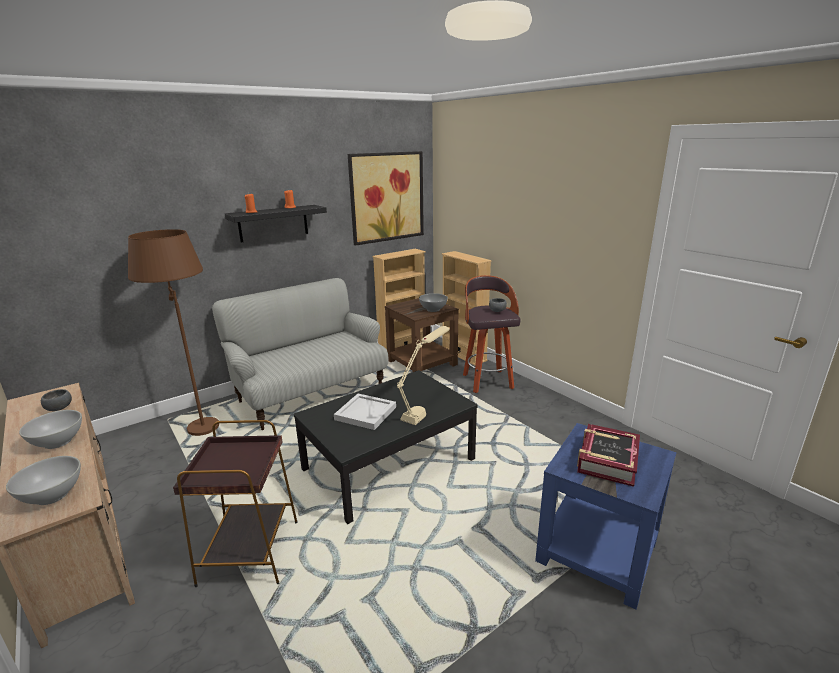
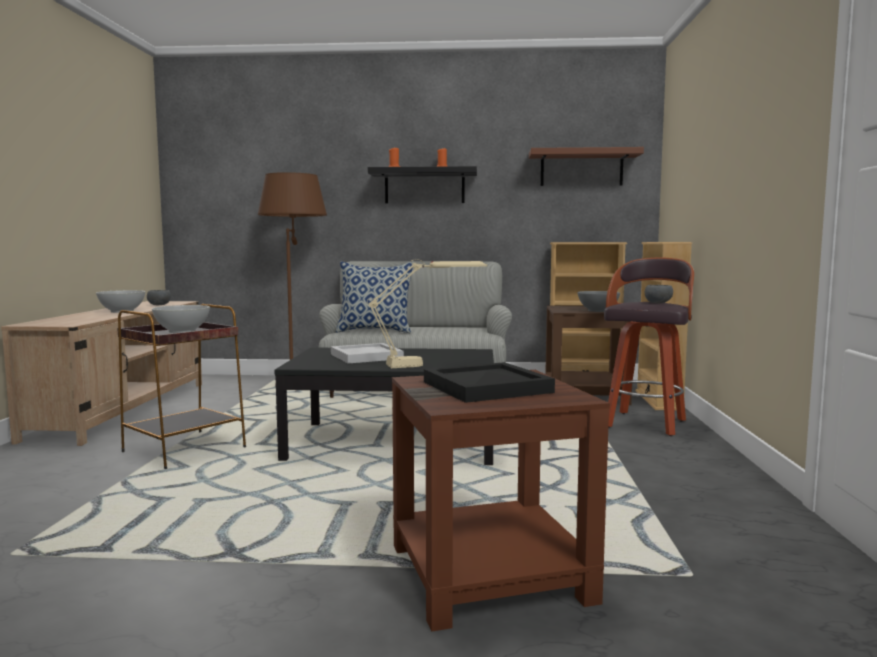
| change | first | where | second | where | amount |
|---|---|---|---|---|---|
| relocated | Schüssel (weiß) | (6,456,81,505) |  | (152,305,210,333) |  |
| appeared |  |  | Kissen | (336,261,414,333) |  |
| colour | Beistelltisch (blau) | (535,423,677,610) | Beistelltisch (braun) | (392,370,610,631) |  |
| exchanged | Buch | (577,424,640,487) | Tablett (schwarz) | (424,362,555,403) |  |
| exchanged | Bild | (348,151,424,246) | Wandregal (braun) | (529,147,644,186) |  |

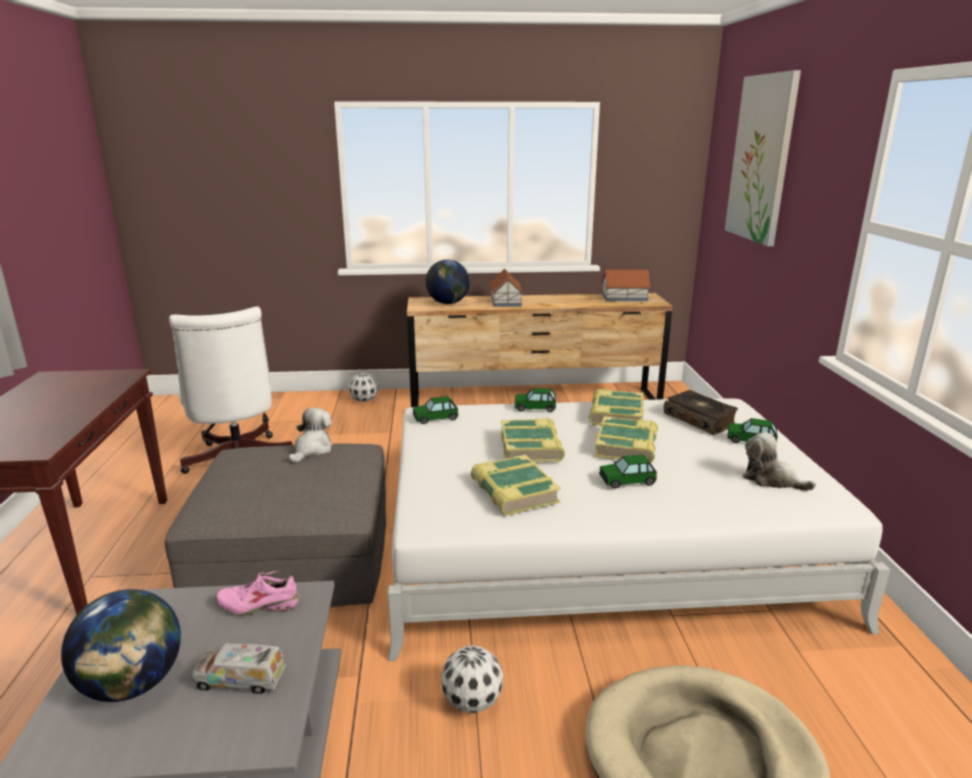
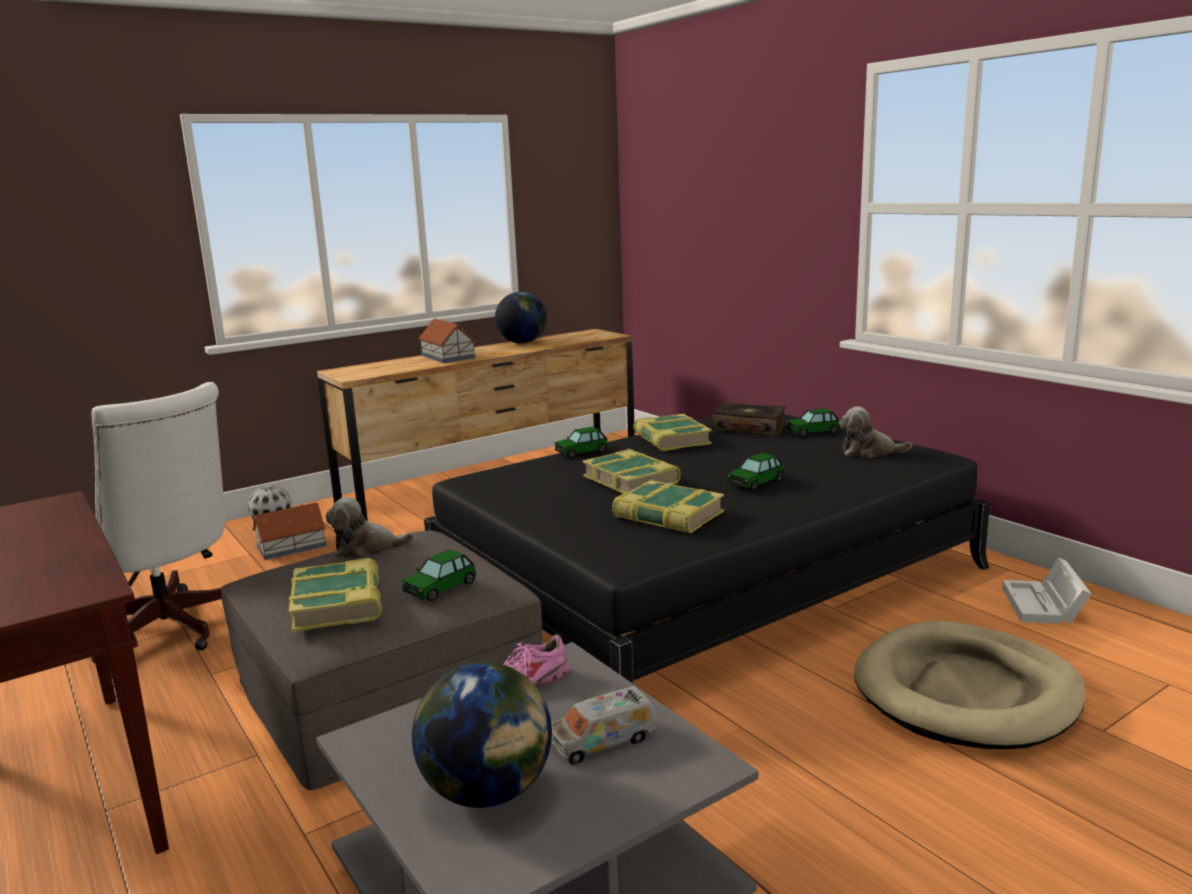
| change | first | where | second | where | amount |
|---|---|---|---|---|---|
| relocated | Spielzeughaus | (601,270,651,301) |  | (252,503,326,560) |  |
| relocated | Buch | (595,416,658,463) |  | (289,558,382,632) |  |
| spun | Plüschtier | (288,408,332,463) |  | (326,497,414,558) | 90 degrees counterclockwise |
| relocated | Spielzeugauto | (413,396,458,424) |  | (402,549,476,601) |  |
| colour | Bett (weiß) | (388,398,890,661) | Bett (schwarz) | (424,414,990,683) |  |
| relocated | Globus | (426,260,470,304) |  | (495,292,547,344) |  |
| appeared |  |  | Aufbewahrungsbox (weiß) | (1002,557,1091,624) |  |
| missing | Fußball | (441,646,503,713) |  |  |  |
| missing | Bild | (725,70,801,246) |  |  |  |

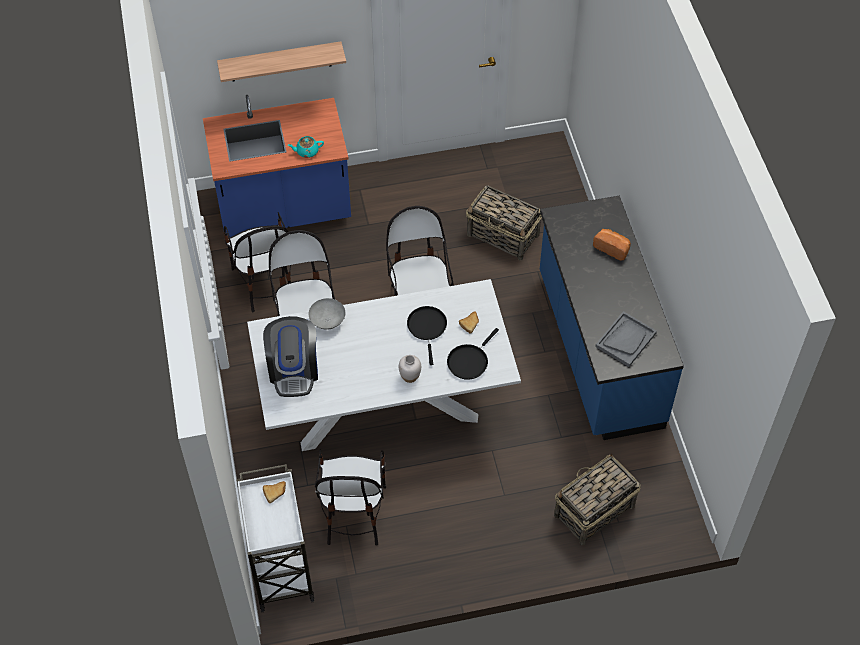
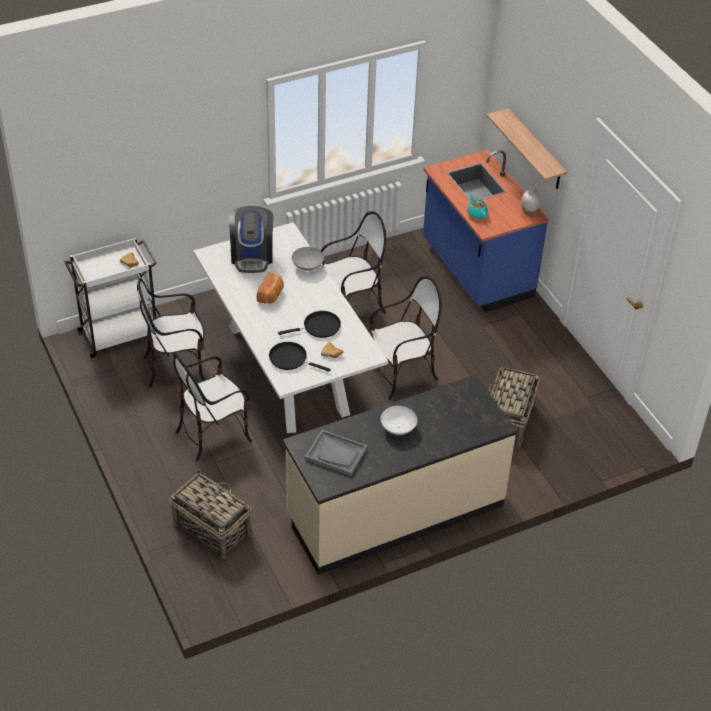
| change | first | where | second | where | amount |
|---|---|---|---|---|---|
| relocated | Stuhl | (224,212,291,313) |  | (173,352,252,461) |  |
| spun | Kaffeemaschine | (263,316,318,397) |  | (228,206,274,273) | 75 degrees counterclockwise |
| relocated | Brot | (593,229,631,261) |  | (256,273,284,304) |  |
| colour | Küchenzeile (blau) | (540,196,684,440) | Küchenzeile (beige) | (283,375,517,575) |  |
| appeared |  |  | Schüssel (weiß) | (381,406,417,435) |  |
| relocated | Vase (weiß) | (399,355,421,383) |  | (522,188,541,216) |  |

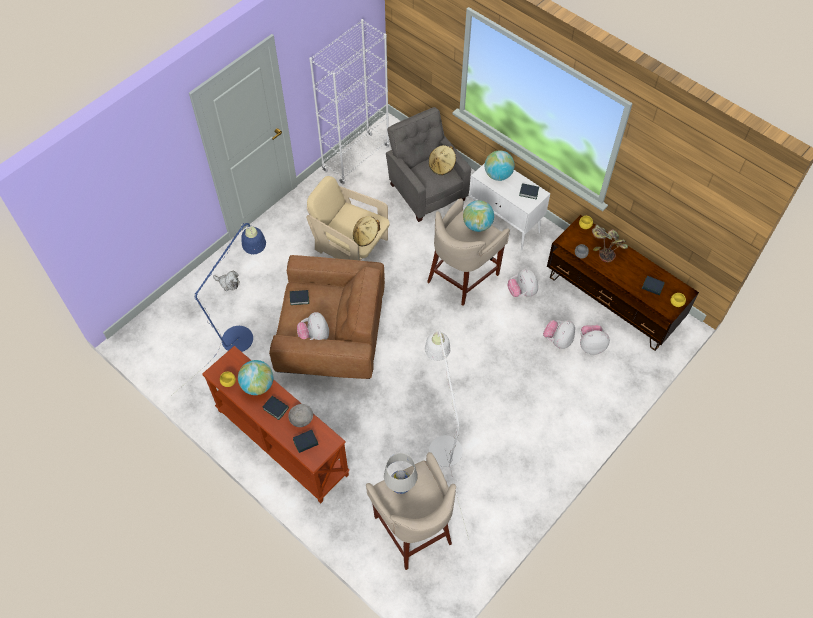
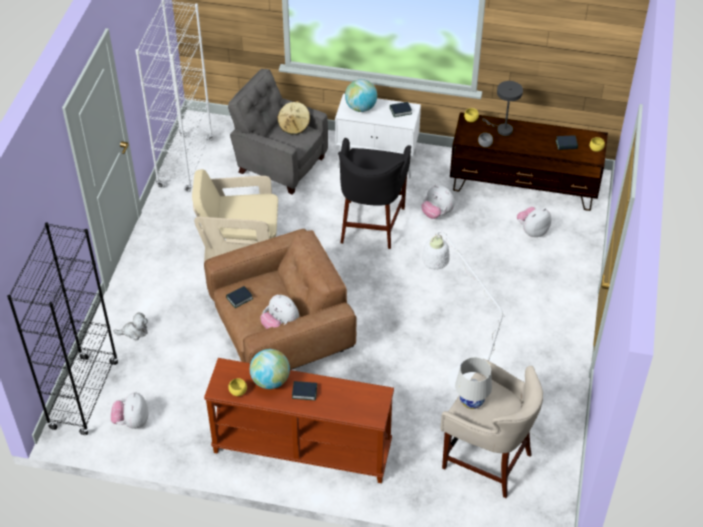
| change | first | where | second | where | amount |
|---|---|---|---|---|---|
| appeared |  |  | Bücherregal (schwarz) | (7,223,119,435) |  |
| relocated | Plüschtier | (543,320,575,349) |  | (111,393,148,429) |  |
| colour | Hocker (beige) | (427,198,510,306) | Hocker (schwarz) | (338,138,411,249) |  |
| exchanged | Topfpflanze | (592,225,628,262) | Tischlampe (grau) | (482,81,523,136) |  |
| missing | Stehlampe (blau) | (170,223,266,397) |  |  |  |
| missing | Schüssel (grau) | (288,404,313,427) |  |  |  |
| missing | Buch | (293,430,319,453) |  |  |  |
| missing | Hut (beige) | (353,216,380,246) |  |  |  |
| missing | Globus | (463,200,494,232) |  |  |  |

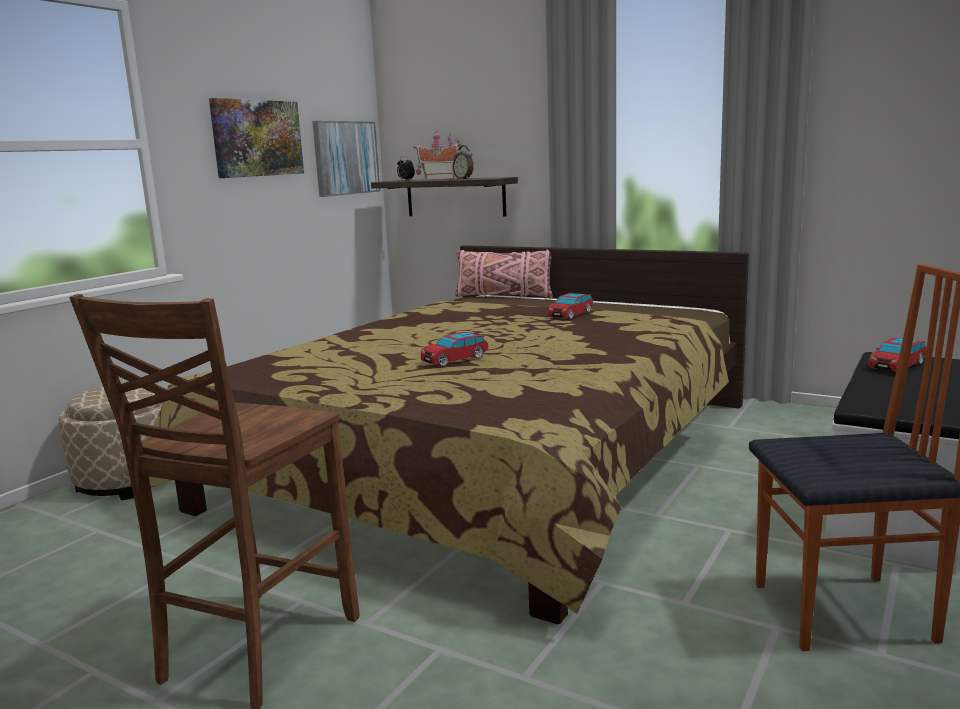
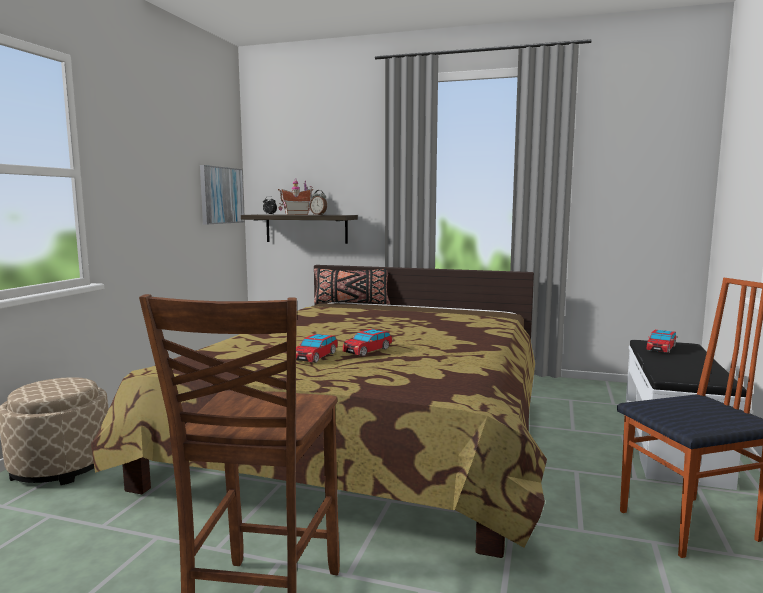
| change | first | where | second | where | amount |
|---|---|---|---|---|---|
| relocated | Spielzeugauto | (548,293,593,319) |  | (296,334,338,363) |  |
| colour | Kissen (rosa) | (455,250,553,298) | Kissen (schwarz) | (314,268,390,305) |  |
| missing | Bild | (209,98,304,178) |  |  |  |

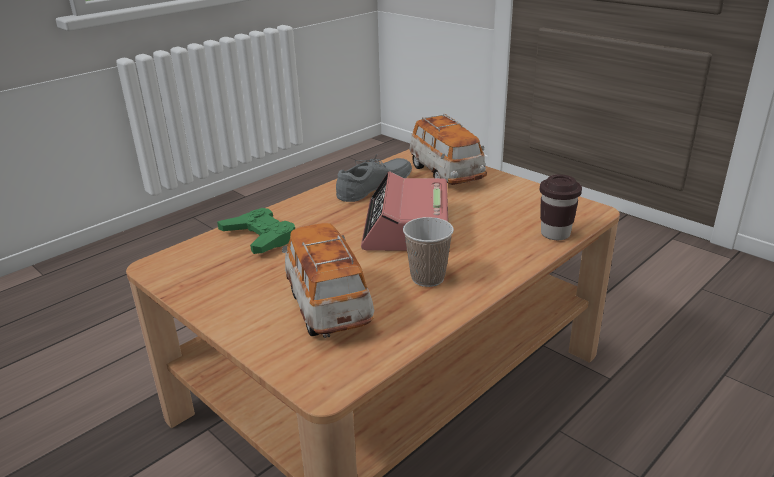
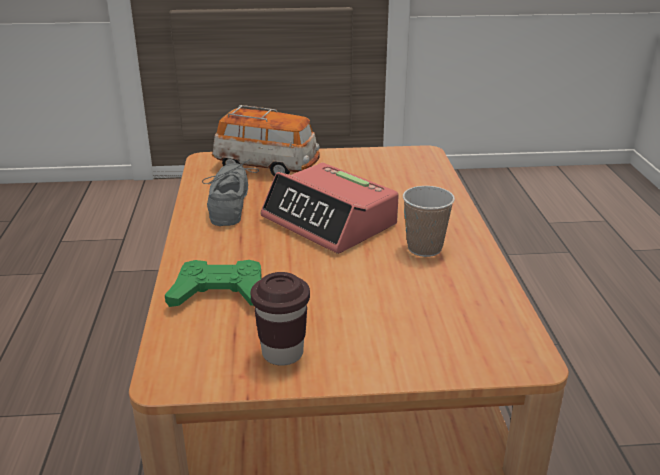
| change | first | where | second | where | amount |
|---|---|---|---|---|---|
| relocated | Tasse (braun) | (540,174,582,240) |  | (251,272,310,366) |  |
| missing | Spielzeugauto | (282,223,374,338) |  |  |  |

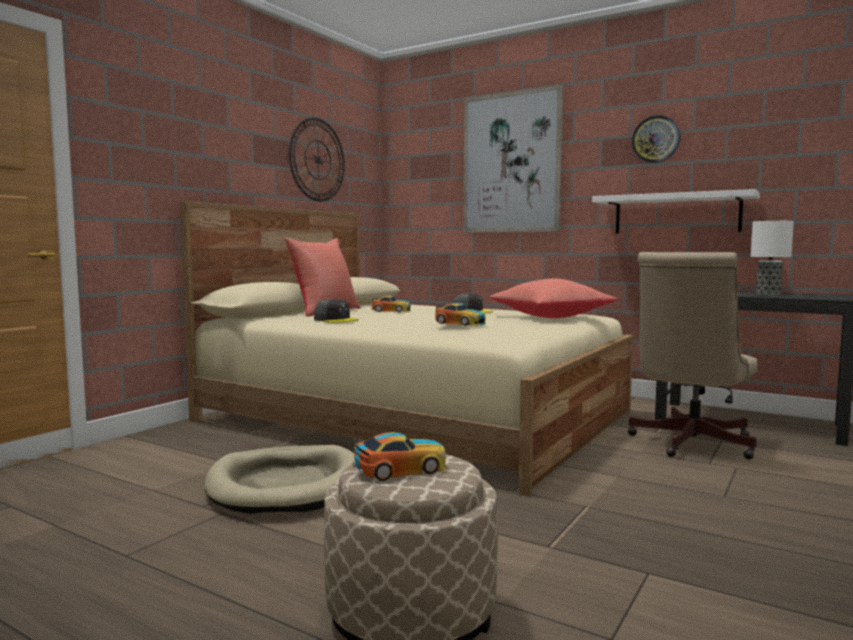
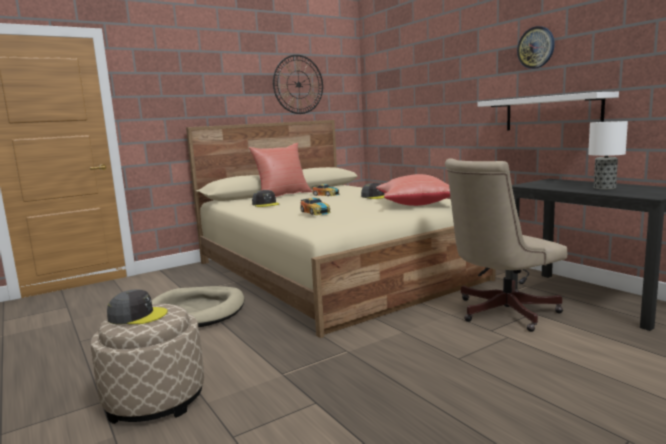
| change | first | where | second | where | amount |
|---|---|---|---|---|---|
| exchanged | Spielzeugauto | (353,432,446,481) | Kappe (grau) | (107,289,168,324) |  |
| missing | Bild | (463,84,563,233) |  |  |  |

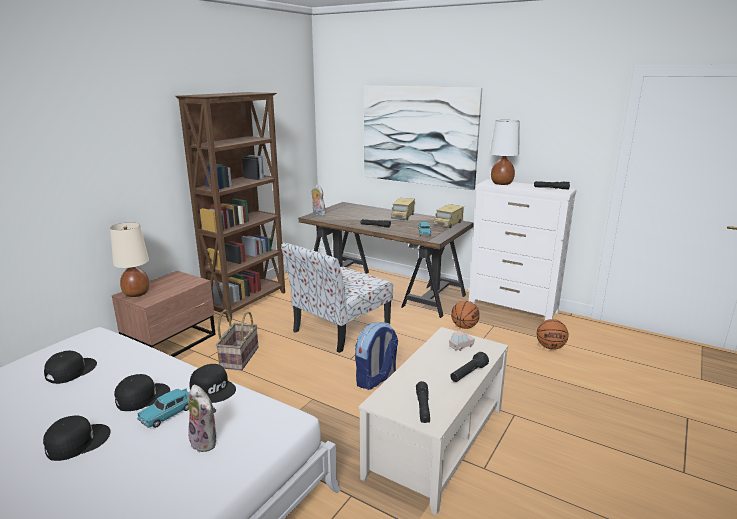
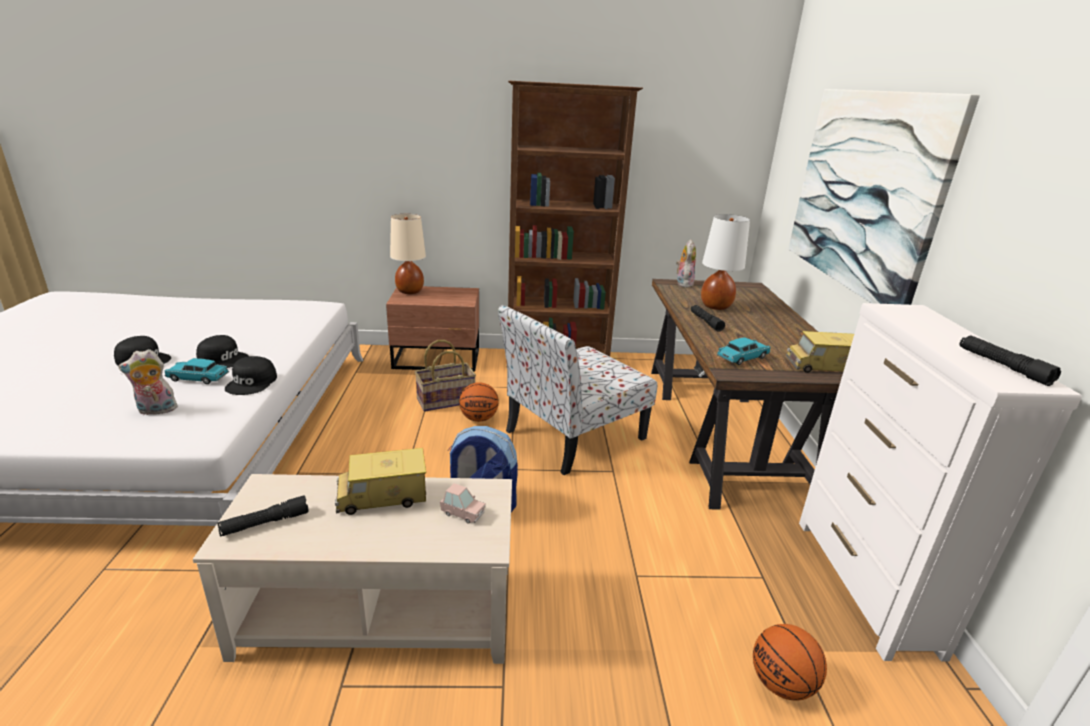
| change | first | where | second | where | amount |
|---|---|---|---|---|---|
| spun | Plüschtier | (188,385,216,453) |  | (118,349,179,415) | 60 degrees clockwise |
| relocated | Spielzeuglaster | (391,198,415,220) |  | (335,448,426,515) |  |
| relocated | Basketball | (451,301,480,329) |  | (459,382,499,422) |  |
| spun | Stuhl | (281,242,393,353) |  | (498,305,658,475) | 45 degrees counterclockwise |
| relocated | Tischlampe (weiß) | (490,120,520,185) |  | (701,214,750,310) |  |
| missing | Kappe (schwarz) | (44,351,97,384) |  |  |  |
| missing | Taschenlampe (schwarz) | (450,352,489,382) |  |  |  |

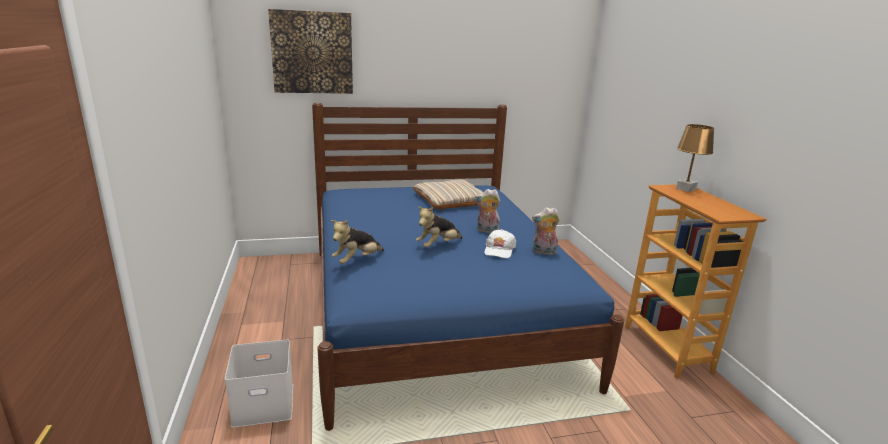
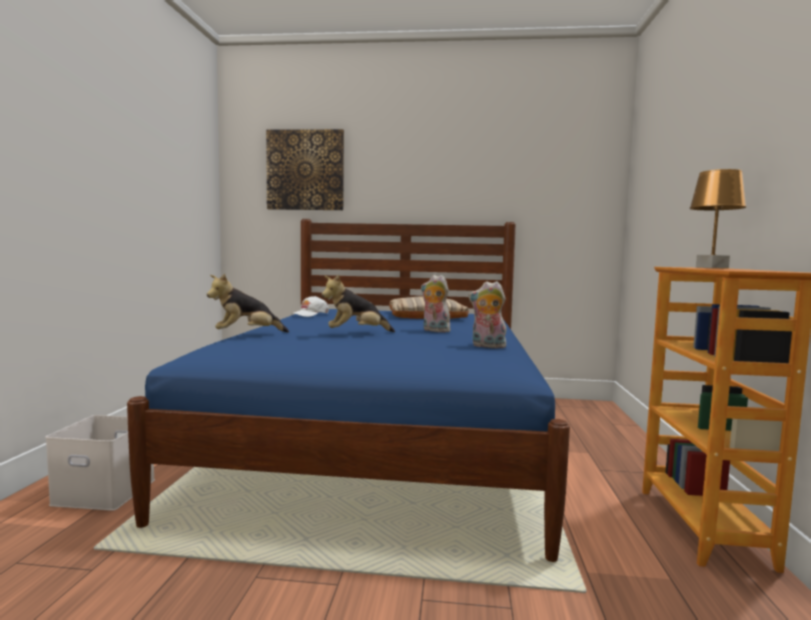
| change | first | where | second | where | amount |
|---|---|---|---|---|---|
| relocated | Kappe (weiß) | (484,229,516,258) |  | (290,296,329,317) |  |

